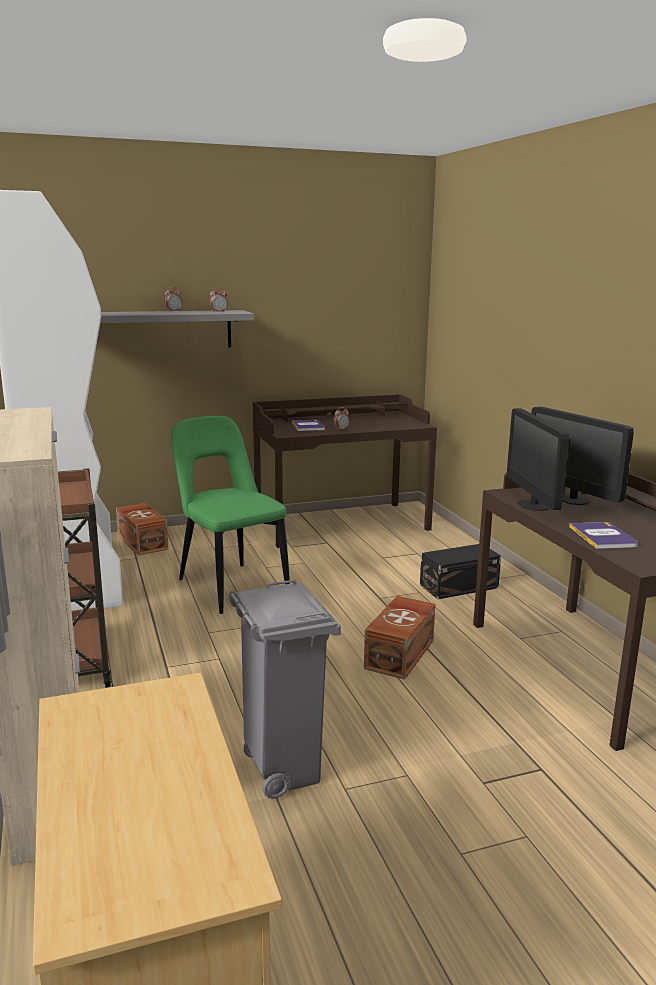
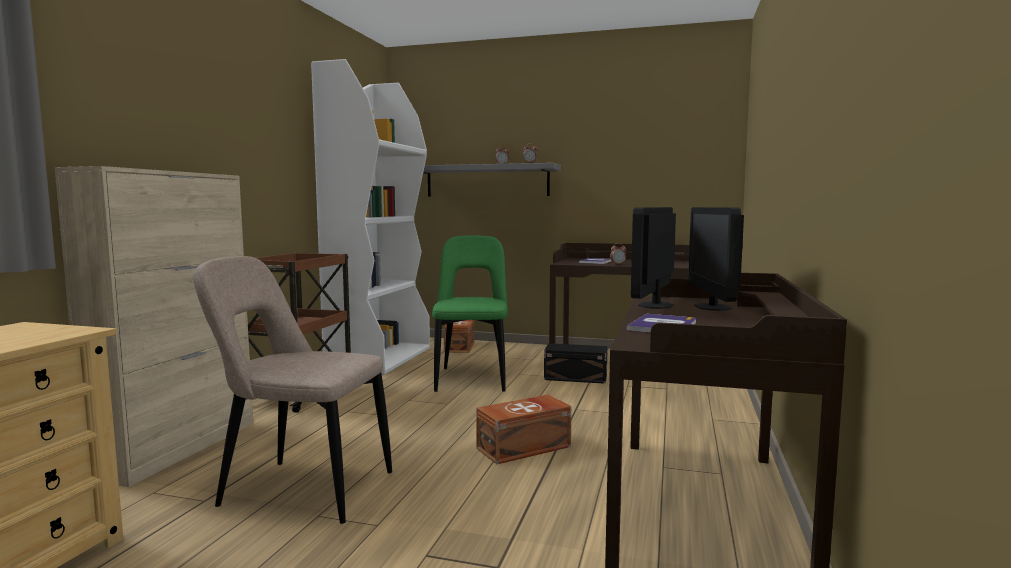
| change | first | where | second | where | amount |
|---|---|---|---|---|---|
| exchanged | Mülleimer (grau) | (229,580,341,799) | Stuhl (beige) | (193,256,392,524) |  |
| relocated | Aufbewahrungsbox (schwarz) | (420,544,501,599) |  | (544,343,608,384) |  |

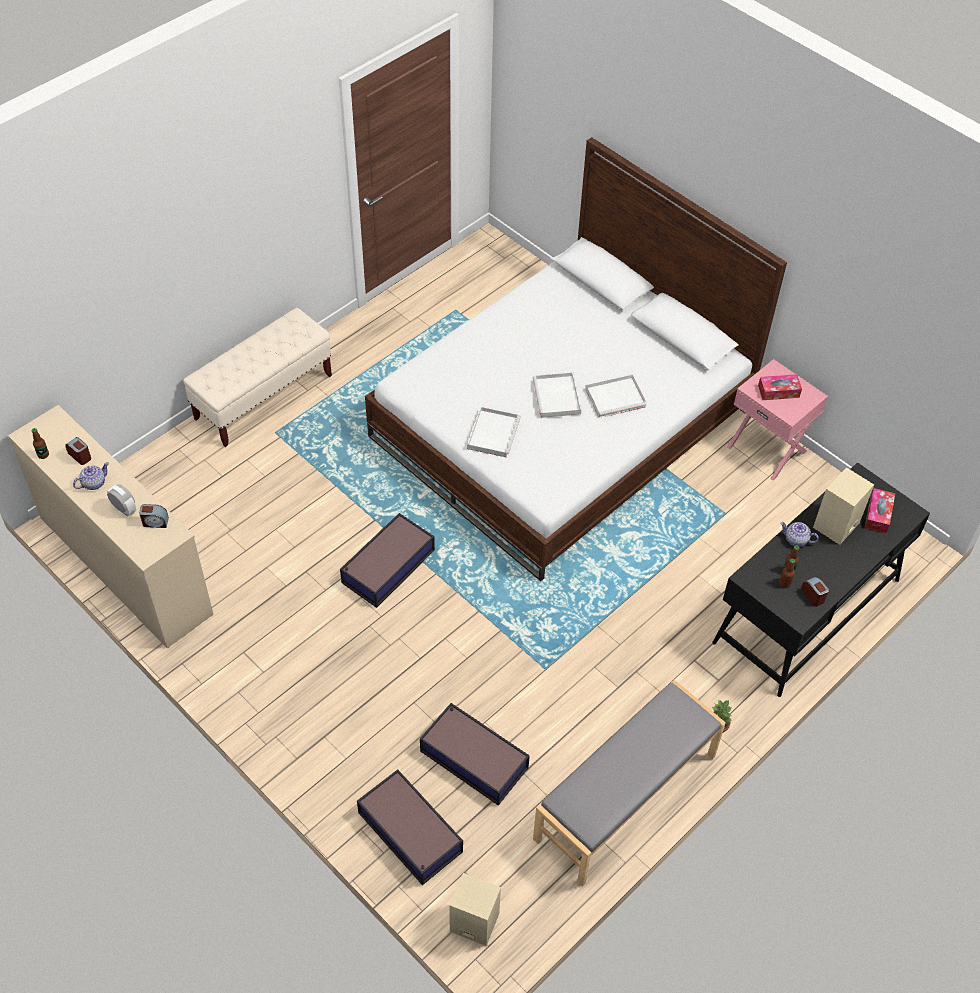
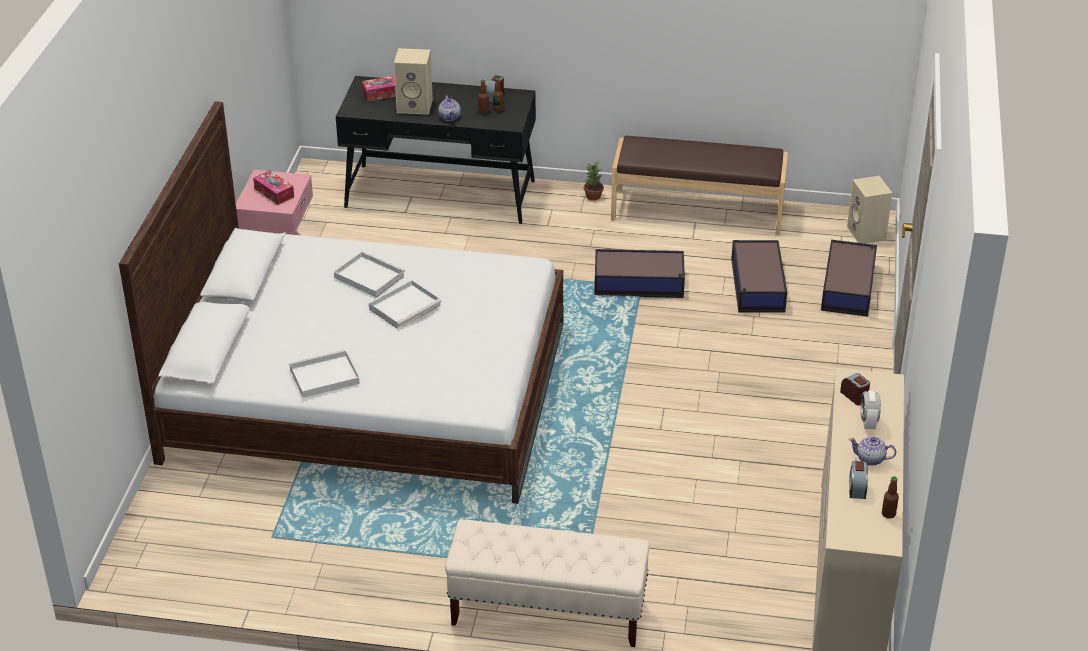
| change | first | where | second | where | amount |
|---|---|---|---|---|---|
| relocated | Tablett (weiß) | (467,407,521,457) |  | (289,350,360,398) |  |
| relocated | Aufbewahrungsbox | (340,513,435,608) |  | (594,249,685,298) |  |
| colour | Bank (grau) | (533,680,726,886) | Bank (braun) | (611,136,788,236) |  |

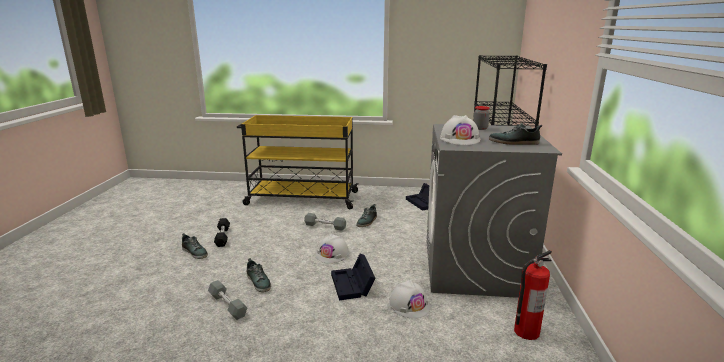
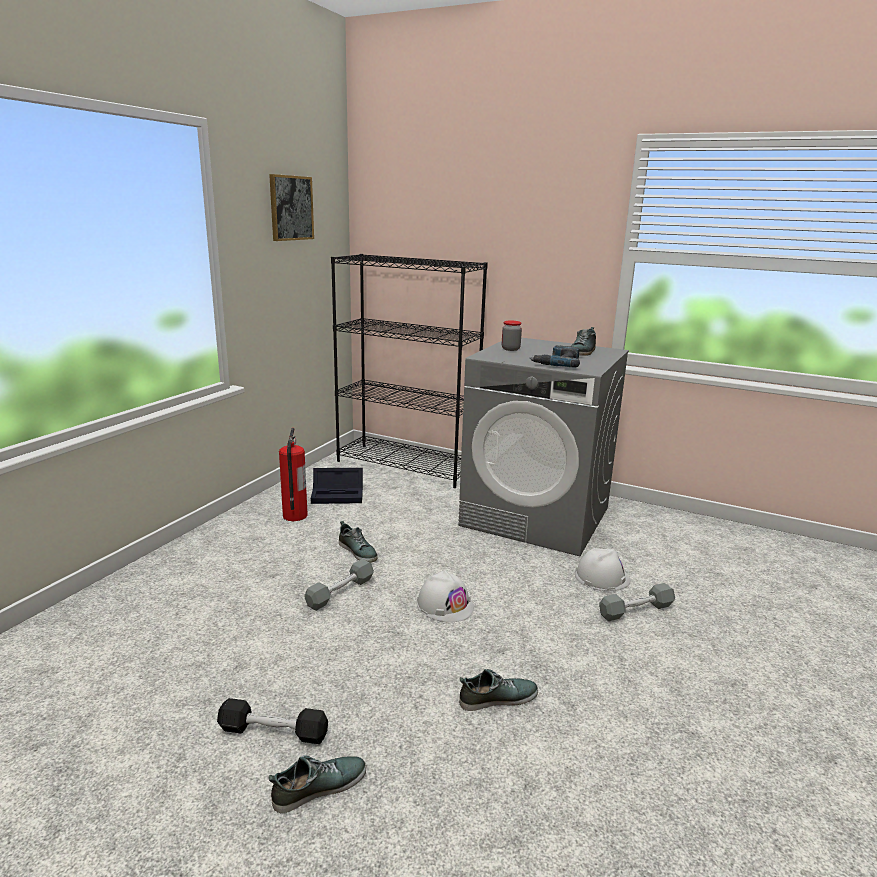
| change | first | where | second | where | amount |
|---|---|---|---|---|---|
| appeared |  |  | Bild | (269,174,314,241) |  |
| relocated | Feuerlöscher | (514,250,552,340) |  | (279,428,308,521) |  |
| exchanged | Schutzhelm (weiß) | (440,115,481,145) | Bohrmaschine | (529,345,580,368) |  |
| relocated | Hantel (grau) | (208,280,247,320) |  | (599,583,675,621) |  |
| missing | Rollwagen (gelb) | (237,115,359,210) |  |  |  |
| missing | Aufbewahrungsbox (schwarz) | (331,254,375,301) |  |  |  |

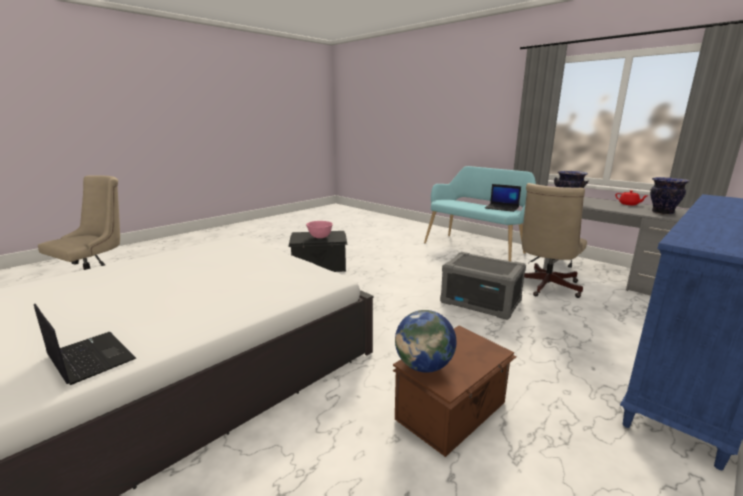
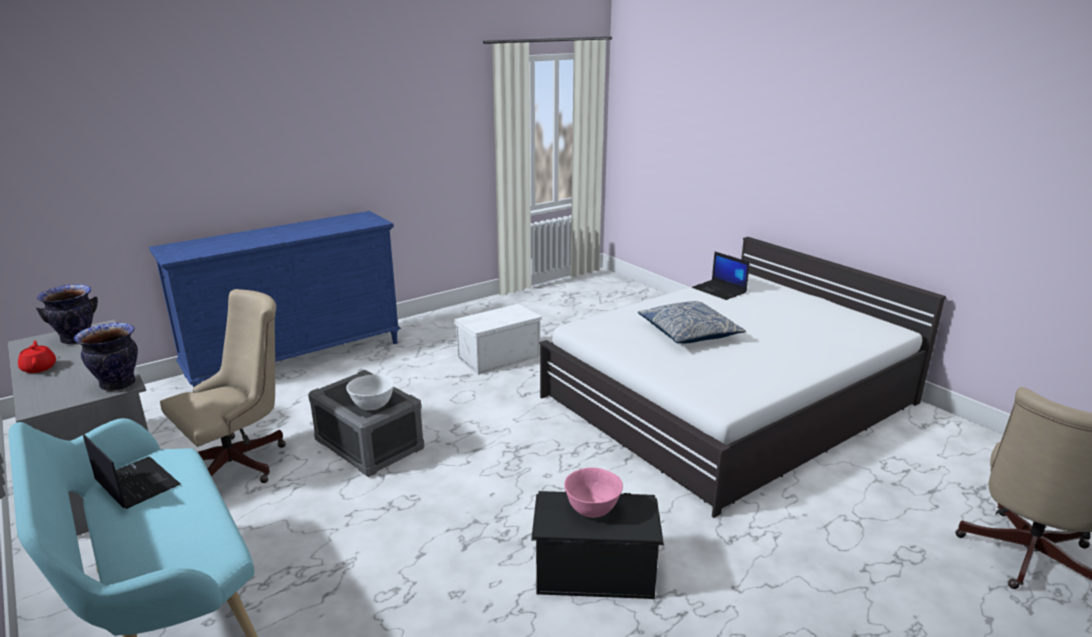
| change | first | where | second | where | amount |
|---|---|---|---|---|---|
| appeared |  |  | Schüssel (weiß) | (346,374,394,410) |  |
| colour | Aufbewahrungsbox (braun) | (393,325,516,457) | Aufbewahrungsbox (weiß) | (452,304,542,375) |  |
| appeared |  |  | Kissen | (638,301,746,343) |  |
| missing | Globus | (395,310,456,373) |  |  |  |

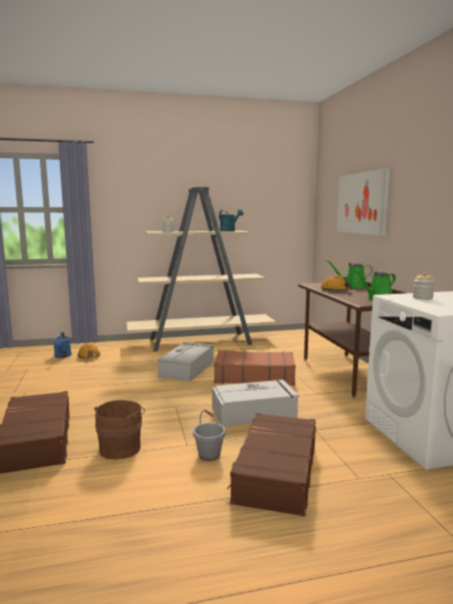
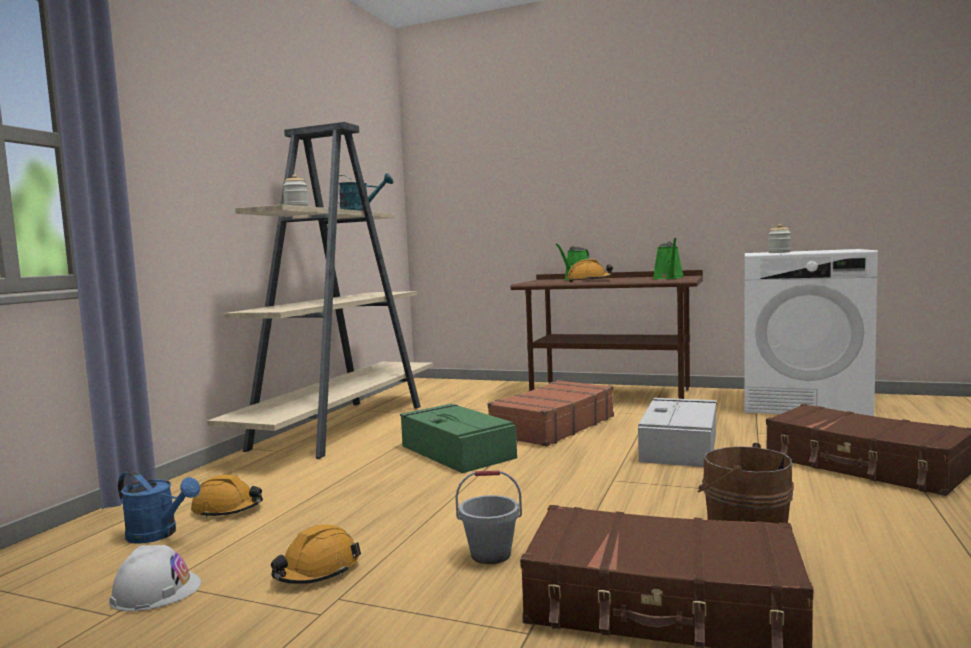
| change | first | where | second | where | amount |
|---|---|---|---|---|---|
| appeared |  |  | Schutzhelm (weiß) | (109,545,201,611) |  |
| appeared |  |  | Schutzhelm (orange) | (271,525,361,584) |  |
| colour | Aufbewahrungsbox (grau) | (158,342,214,382) | Aufbewahrungsbox (grün) | (400,404,517,473) |  |
| relocated | Eimer (grau) | (193,409,225,461) |  | (455,470,522,564) |  |
| missing | Bild | (337,168,390,236) |  |  |  |

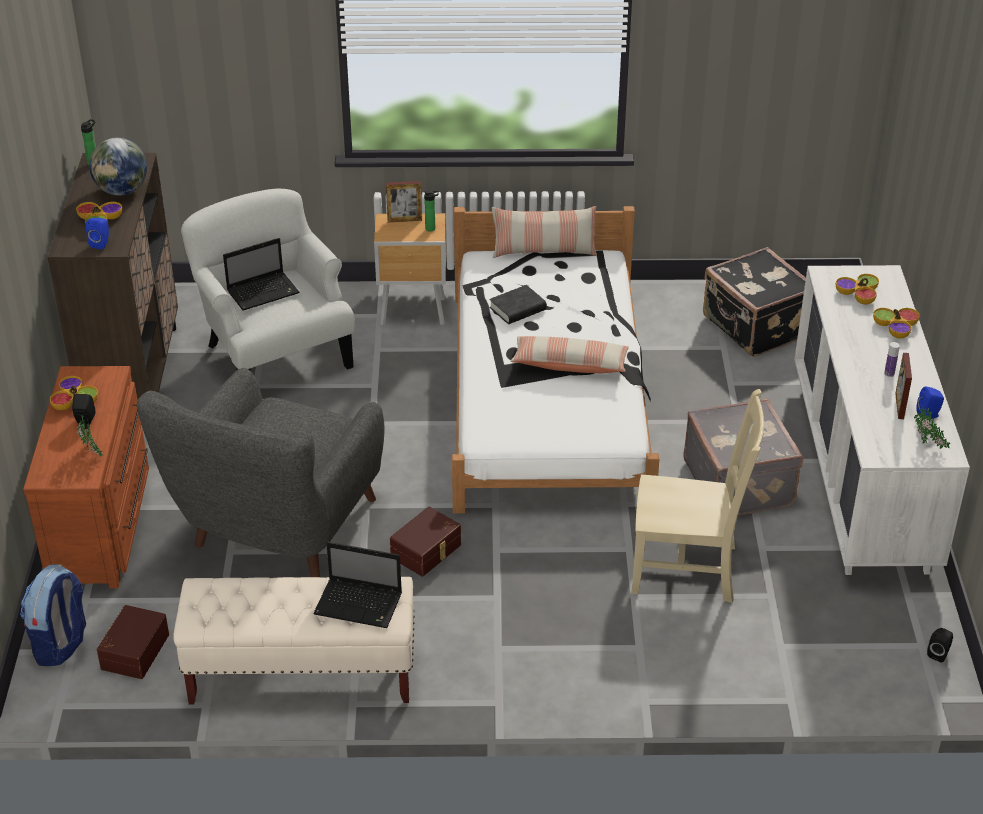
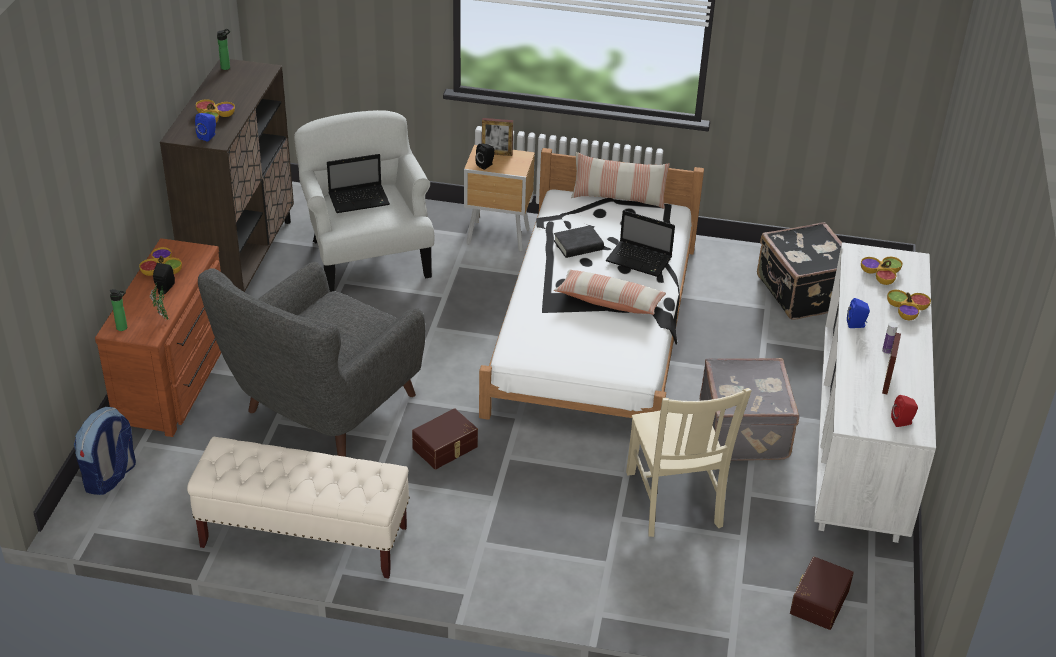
| change | first | where | second | where | amount |
|---|---|---|---|---|---|
| relocated | Flasche | (424,190,439,232) |  | (110,289,127,331) |  |
| relocated | Lautsprecher (schwarz) | (927,628,953,663) |  | (475,144,494,170) |  |
| relocated | Laptop | (313,542,402,628) |  | (606,210,675,277) |  |
| spun | Stuhl (beige) | (632,389,764,603) |  | (626,388,752,537) | 60 degrees clockwise |
| relocated | Aufbewahrungsbox (braun) | (97,605,169,679) |  | (790,557,854,630) |  |
| relocated | Lautsprecher (blau) | (916,386,944,419) |  | (847,298,870,328) |  |
| exchanged | Topfpflanze | (914,407,950,449) | Lautsprecher (rot) | (891,395,918,427) |  |
| missing | Globus | (89,138,147,195) |  |  |  |

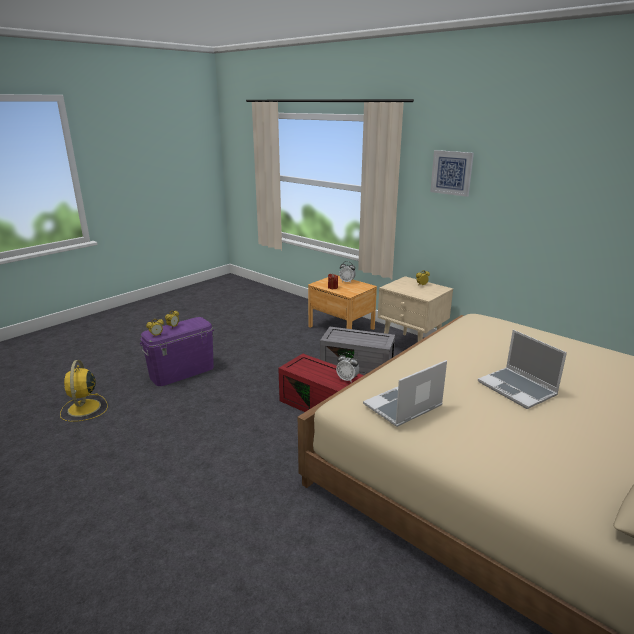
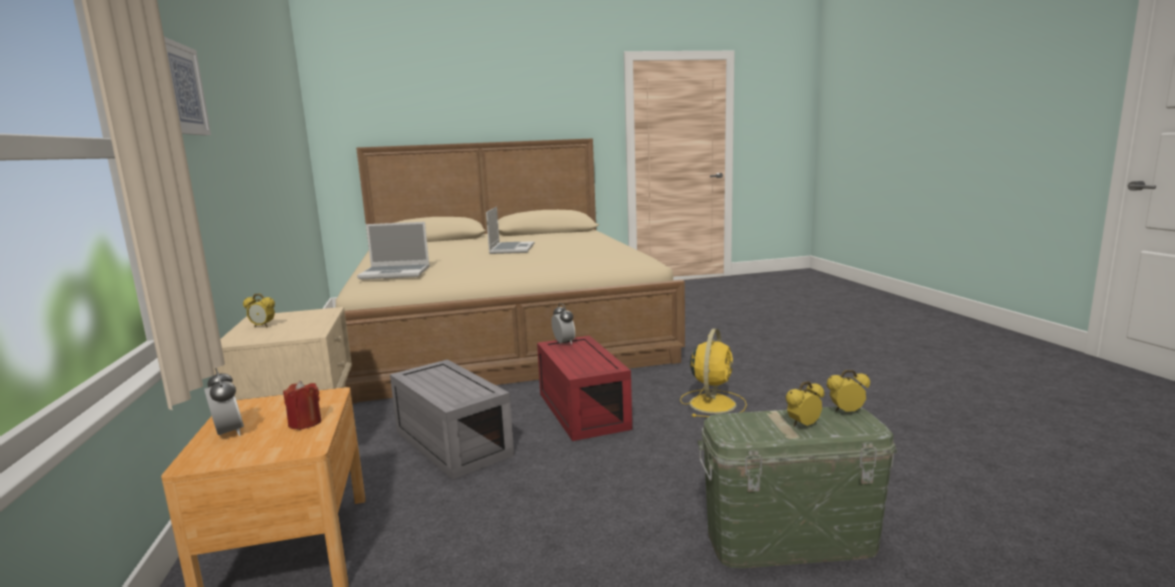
| change | first | where | second | where | amount |
|---|---|---|---|---|---|
| relocated | Laptop | (363,360,447,427) |  | (357,222,430,280) |  |
| relocated | Ventilator (gelb) | (60,360,108,422) |  | (680,329,747,417) |  |
| colour | Aufbewahrungsbox (lila) | (140,317,214,386) | Aufbewahrungsbox (grün) | (697,406,897,568) |  |

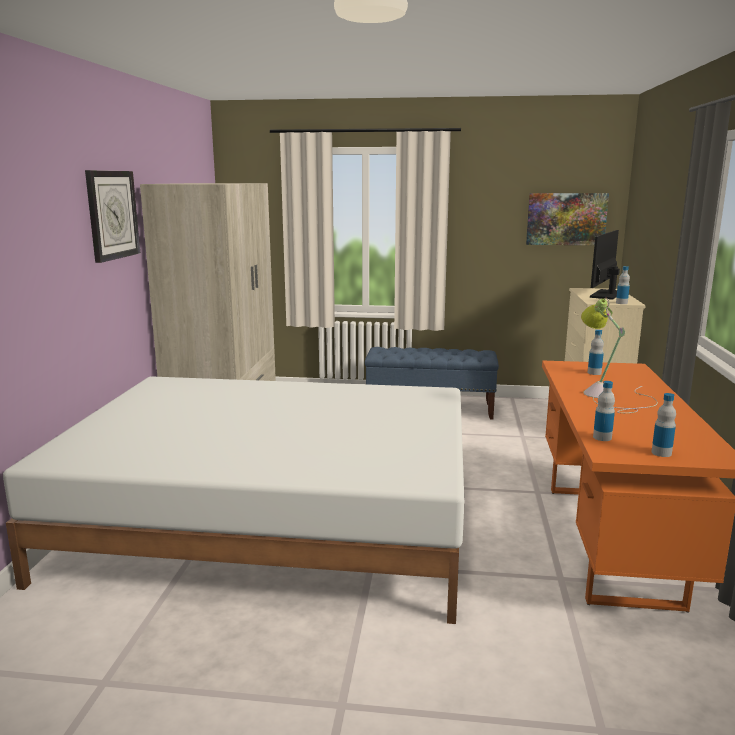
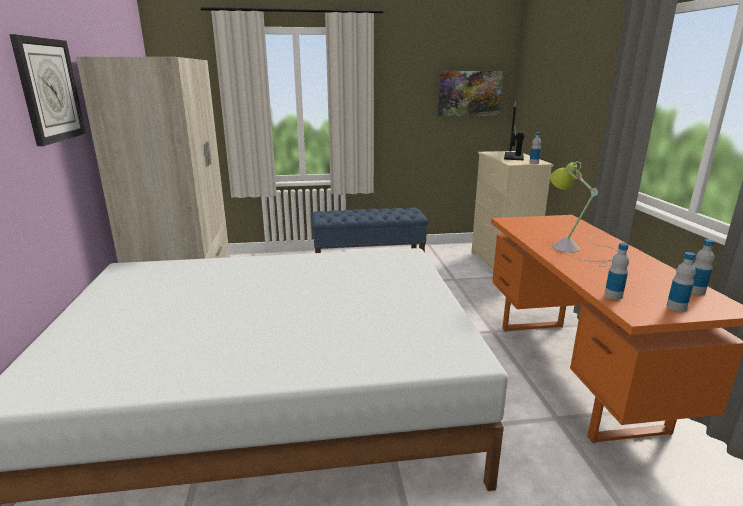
| change | first | where | second | where | amount |
|---|---|---|---|---|---|
| relocated | Flasche | (588,330,604,375) |  | (691,239,714,295) |  |

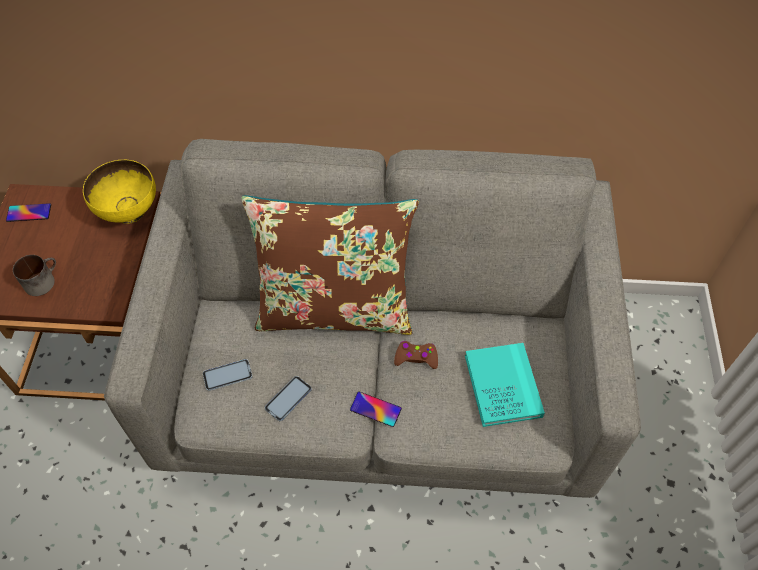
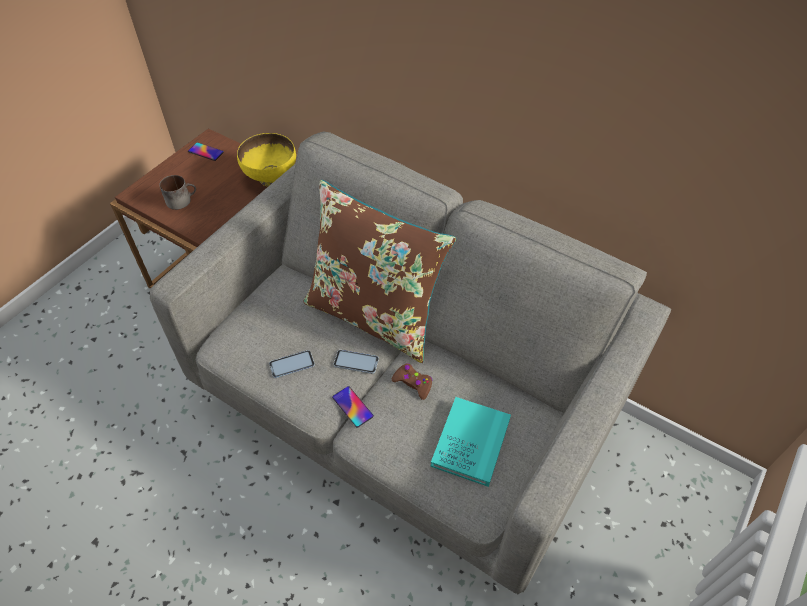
| change | first | where | second | where | amount |
|---|---|---|---|---|---|
| relocated | Handy | (203,359,253,391) |  | (334,350,379,374) |  |

